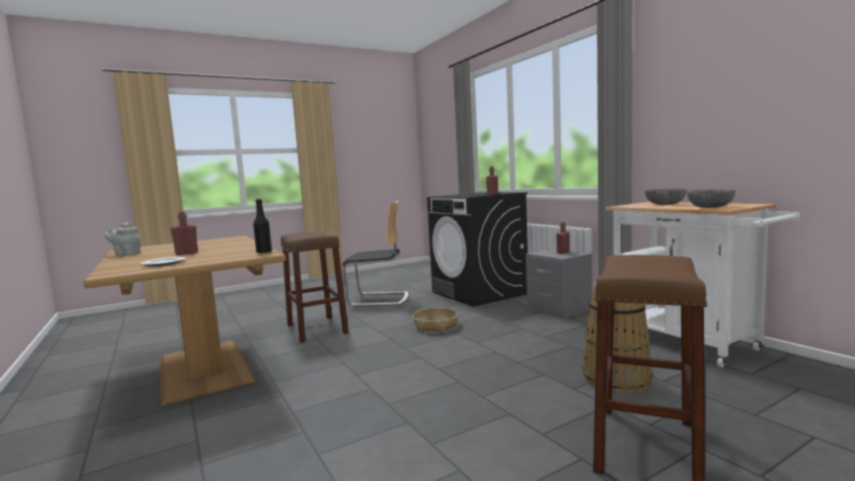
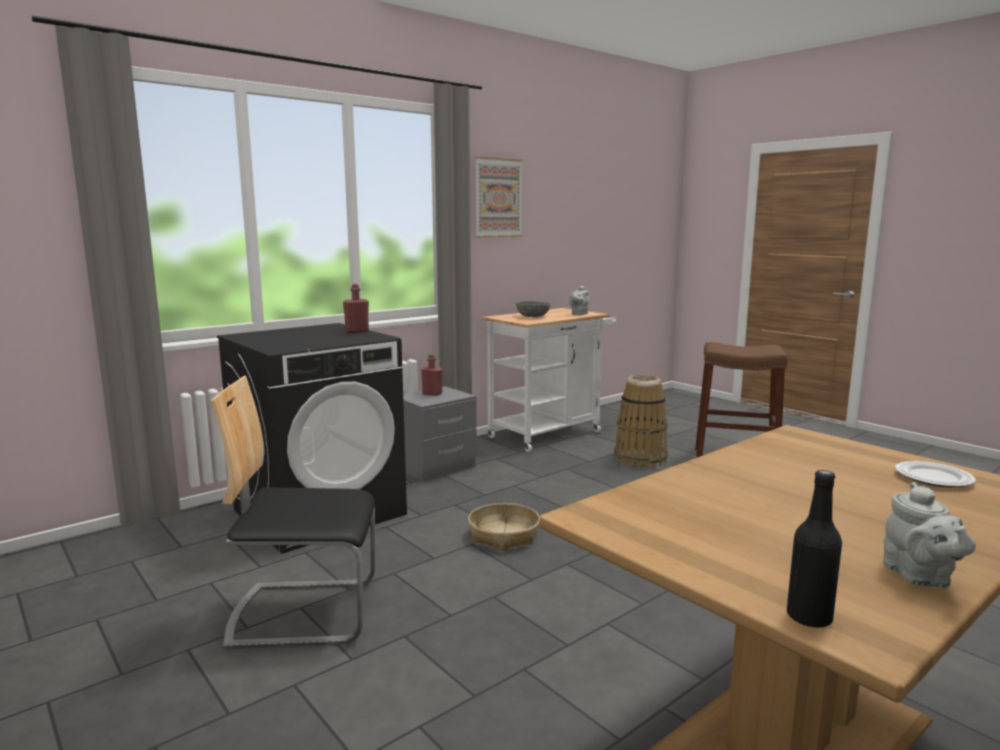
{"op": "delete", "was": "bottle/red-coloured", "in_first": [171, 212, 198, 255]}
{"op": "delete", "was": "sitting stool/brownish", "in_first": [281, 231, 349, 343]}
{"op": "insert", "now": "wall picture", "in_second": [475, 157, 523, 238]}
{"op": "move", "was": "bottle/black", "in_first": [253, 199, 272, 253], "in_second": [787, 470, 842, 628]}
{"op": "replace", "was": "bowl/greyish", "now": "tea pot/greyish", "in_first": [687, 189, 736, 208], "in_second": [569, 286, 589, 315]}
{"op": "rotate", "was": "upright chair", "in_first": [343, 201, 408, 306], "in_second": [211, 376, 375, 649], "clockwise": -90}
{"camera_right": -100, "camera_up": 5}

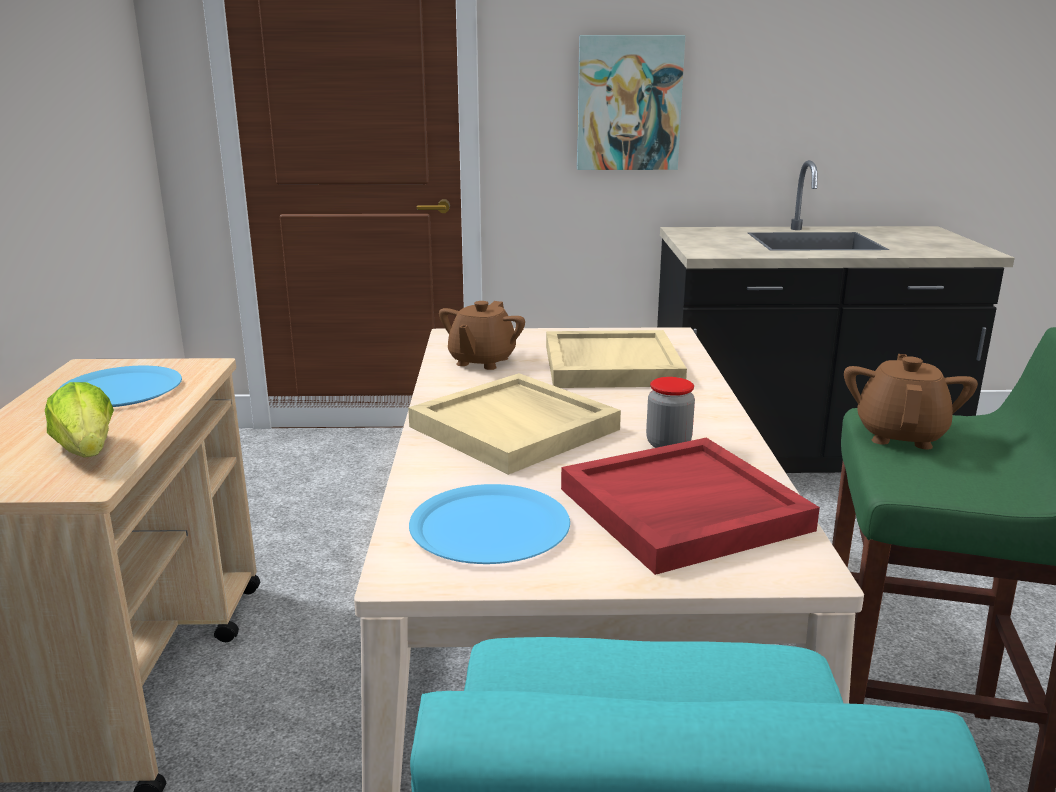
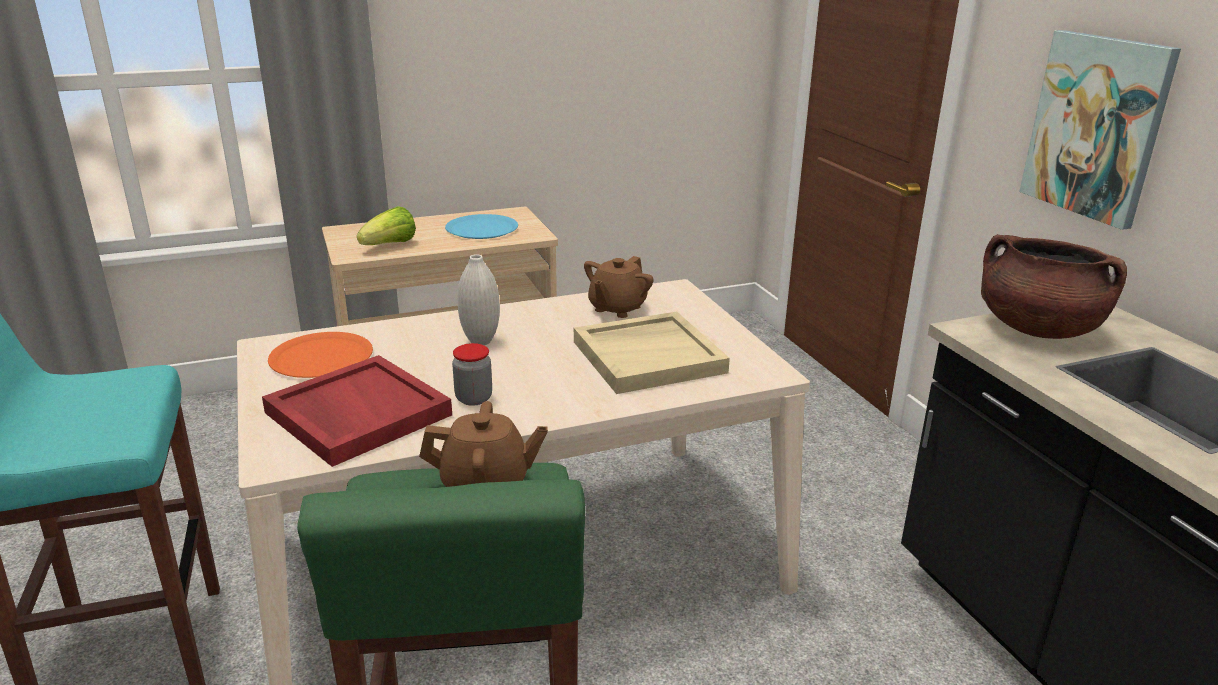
{"op": "insert", "now": "stockpot/brownish", "in_second": [981, 234, 1127, 339]}
{"op": "replace", "was": "tray/beige", "now": "flower vase/whitish", "in_first": [408, 373, 621, 475], "in_second": [457, 254, 500, 345]}
{"op": "recolor", "was": "plate/blue-coloured", "now": "plate/orangey", "in_first": [409, 484, 570, 564], "in_second": [268, 332, 373, 378]}
{"op": "rotate", "was": "tea pot/brownish", "in_first": [439, 301, 525, 370], "in_second": [584, 256, 654, 318], "clockwise": -60}
{"camera_right": 70, "camera_up": 5}

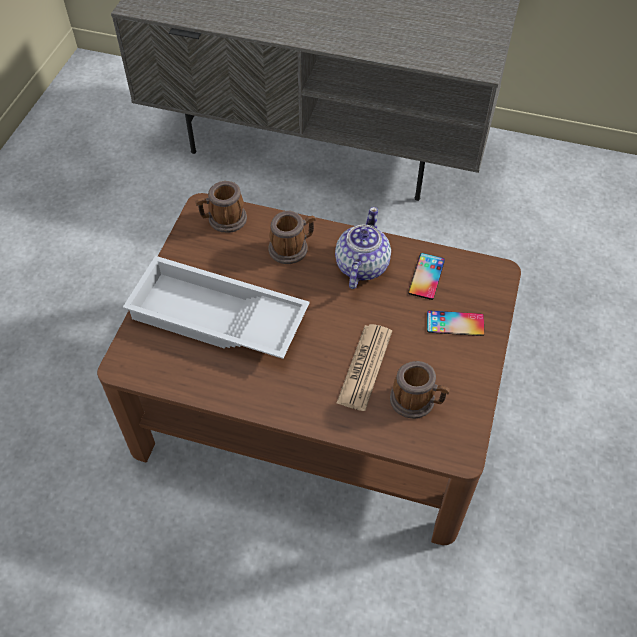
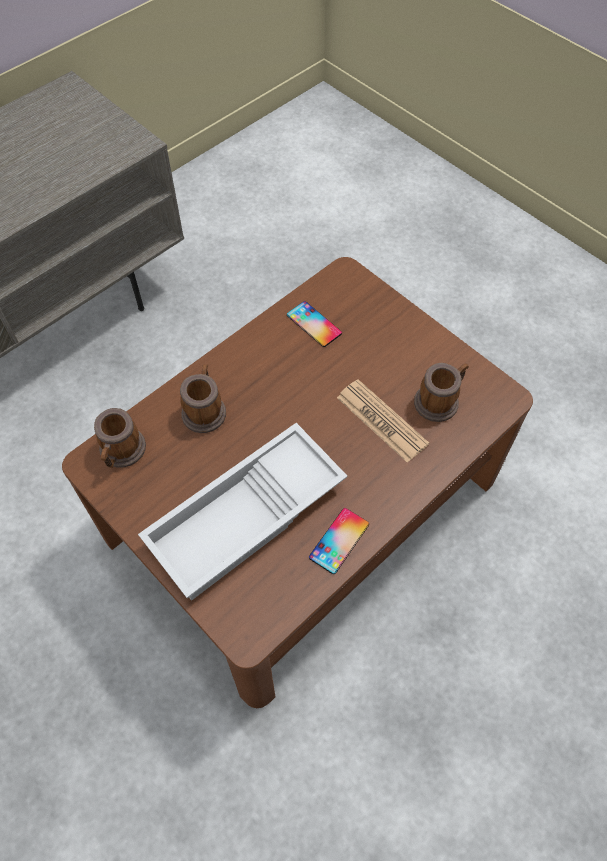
{"op": "delete", "was": "tea pot", "in_first": [335, 207, 391, 289]}
{"op": "move", "was": "handset", "in_first": [427, 311, 485, 336], "in_second": [309, 508, 369, 574]}
{"camera_right": -60, "camera_up": 5}

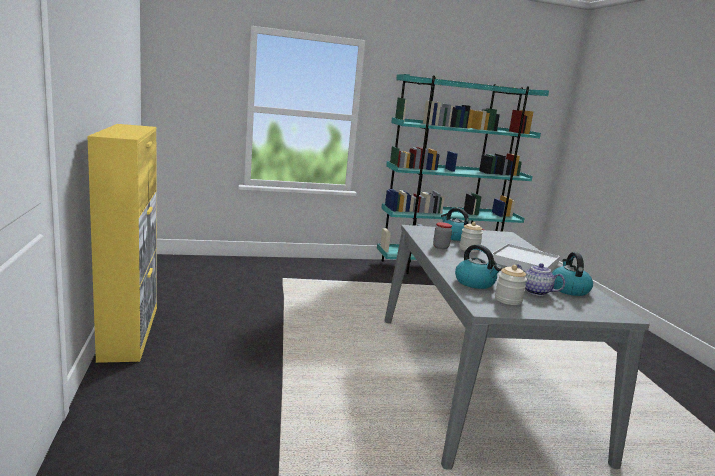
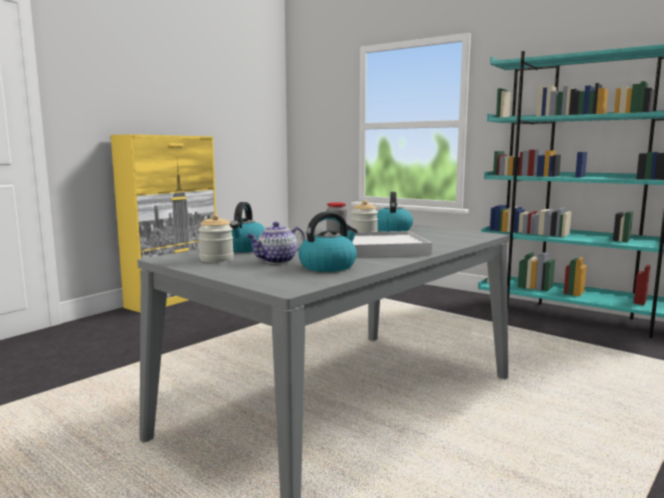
{"op": "rotate", "was": "tea pot", "in_first": [517, 263, 565, 296], "in_second": [247, 222, 305, 264], "clockwise": -120}
{"camera_right": 50, "camera_up": -5}

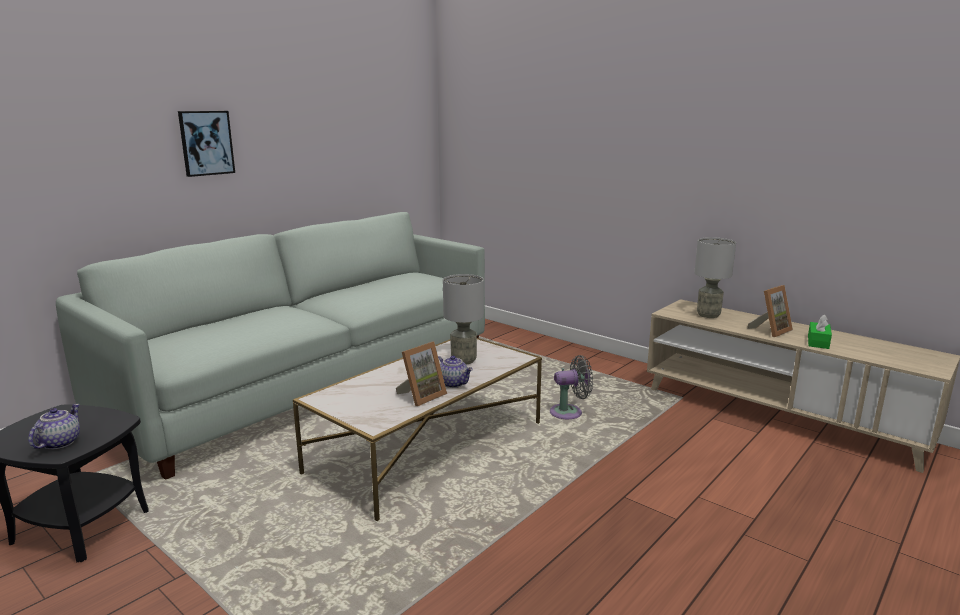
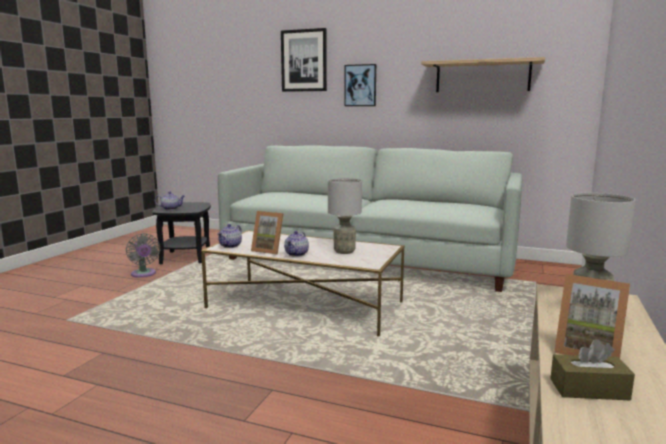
{"op": "insert", "now": "tea pot", "in_second": [217, 224, 242, 248]}
{"op": "insert", "now": "wall picture", "in_second": [281, 28, 327, 92]}
{"op": "insert", "now": "shelf", "in_second": [421, 57, 545, 92]}
{"op": "move", "was": "electric fan/greyish", "in_first": [550, 355, 593, 419], "in_second": [126, 233, 160, 278]}
{"op": "recolor", "was": "tissue holder/greenish", "now": "tissue holder/brownish", "in_first": [808, 314, 832, 349], "in_second": [550, 339, 635, 400]}
{"camera_right": 70, "camera_up": -5}

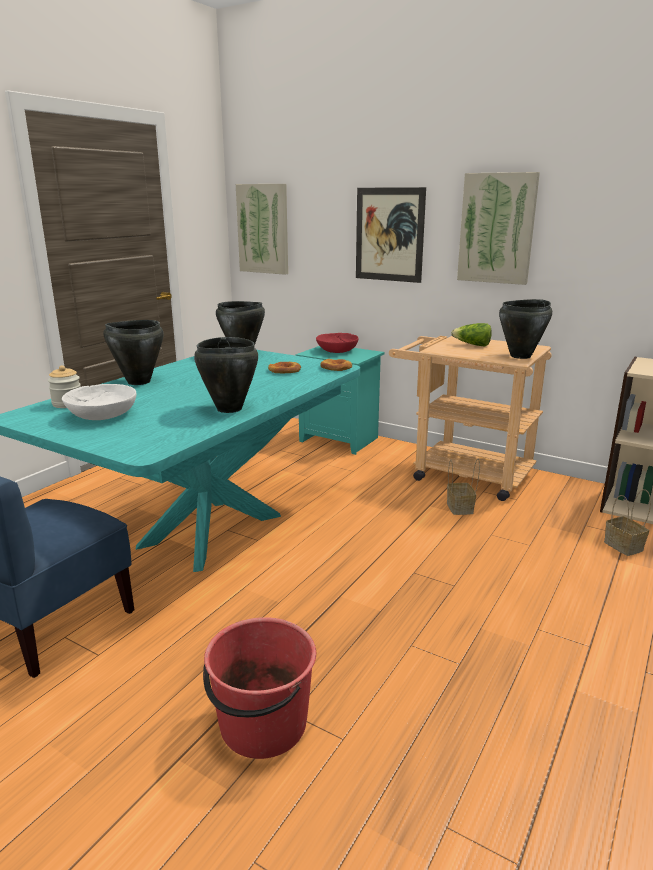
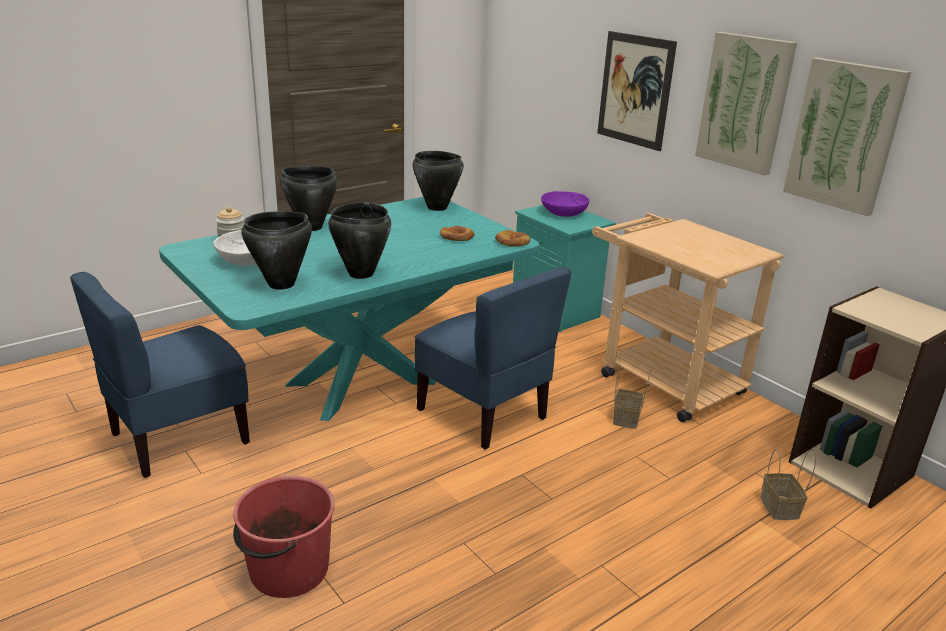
{"op": "delete", "was": "lettuce head", "in_first": [451, 323, 492, 347]}
{"op": "insert", "now": "upright chair/blue-coloured", "in_second": [414, 267, 571, 450]}
{"op": "move", "was": "wall picture", "in_first": [236, 184, 288, 275], "in_second": [783, 58, 911, 216]}
{"op": "move", "was": "stockpot/black", "in_first": [499, 299, 552, 359], "in_second": [242, 211, 312, 290]}
{"op": "recolor", "was": "bowl/red-coloured", "now": "bowl/purplish", "in_first": [316, 333, 359, 353], "in_second": [541, 191, 589, 217]}
{"camera_right": 20, "camera_up": 5}

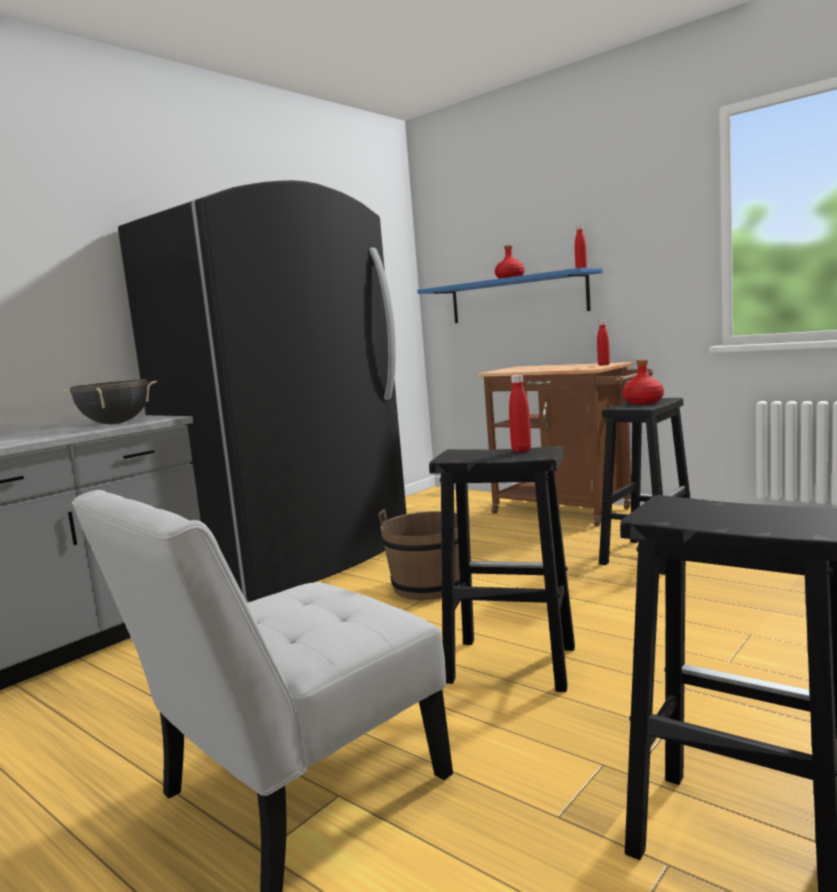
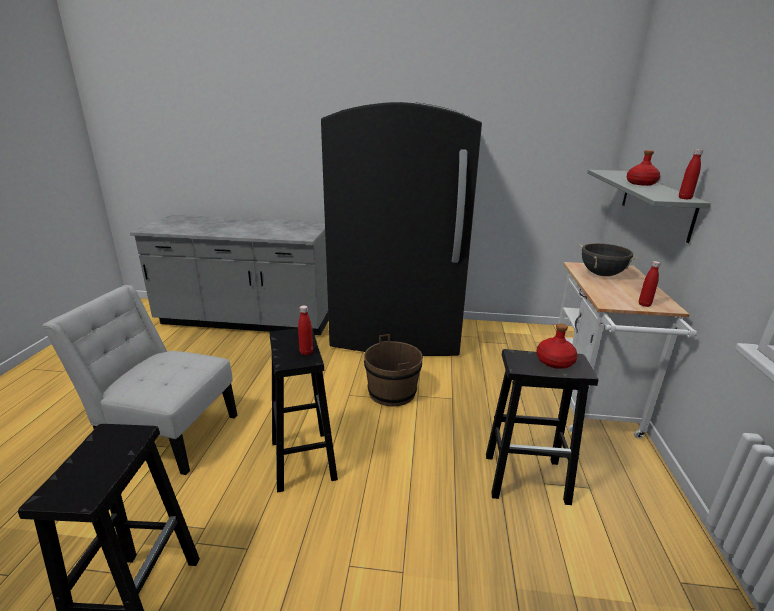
{"op": "move", "was": "stockpot/black", "in_first": [62, 379, 157, 424], "in_second": [579, 243, 638, 276]}
{"op": "recolor", "was": "shelf/blue-coloured", "now": "shelf/greyish", "in_first": [417, 268, 603, 323], "in_second": [587, 170, 711, 243]}
{"op": "recolor", "was": "trolley/brownish", "now": "trolley/whitish", "in_first": [476, 362, 653, 527], "in_second": [558, 262, 697, 439]}
{"camera_right": 55, "camera_up": 15}

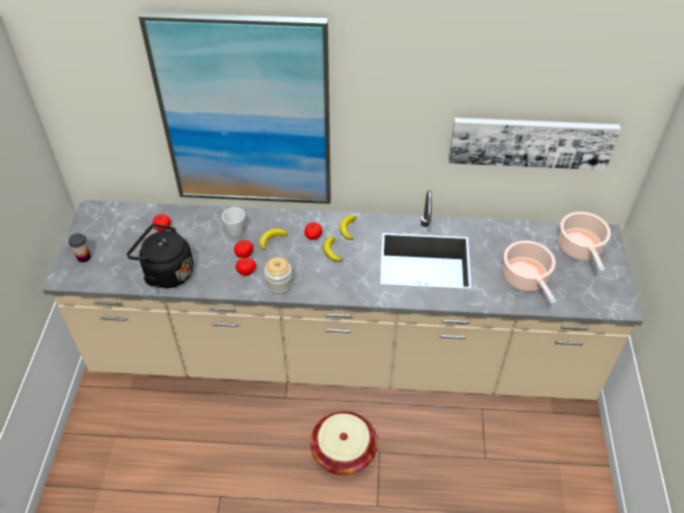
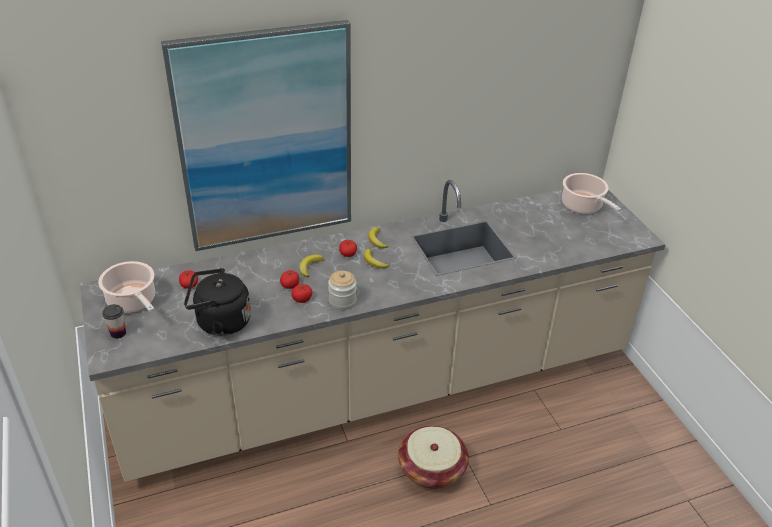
{"op": "delete", "was": "drinking cup", "in_first": [222, 207, 245, 237]}
{"op": "delete", "was": "wall picture", "in_first": [449, 118, 621, 170]}
{"op": "move", "was": "stockpot", "in_first": [503, 240, 556, 304], "in_second": [98, 261, 155, 313]}
{"camera_right": -25, "camera_up": -10}

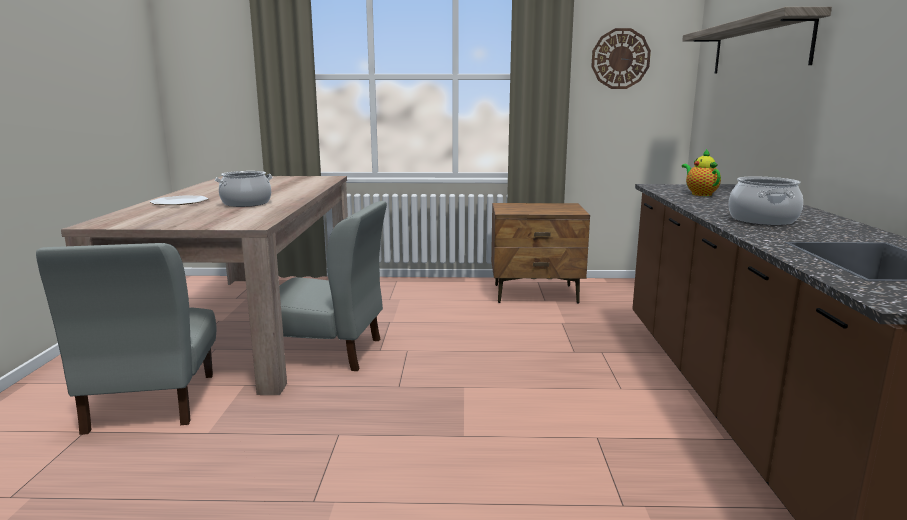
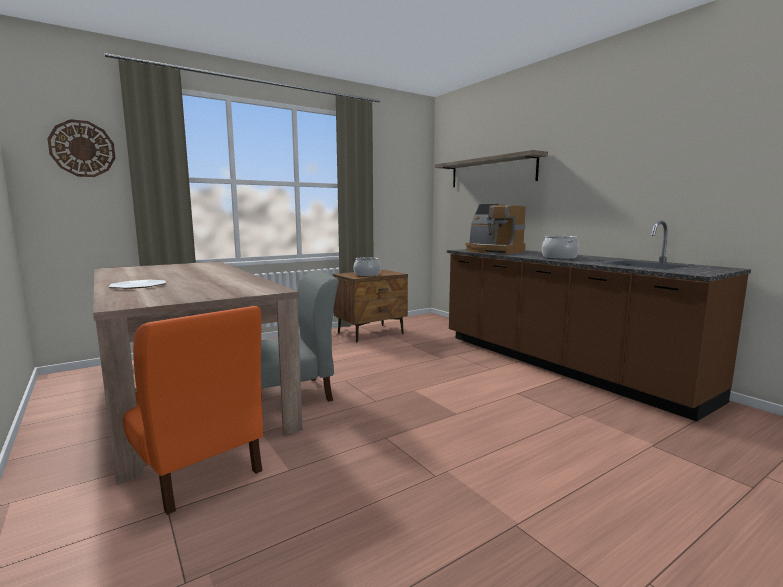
{"op": "move", "was": "stockpot", "in_first": [215, 171, 273, 207], "in_second": [353, 257, 381, 276]}
{"op": "move", "was": "clock on the wall", "in_first": [591, 28, 651, 89], "in_second": [47, 119, 115, 177]}
{"op": "replace", "was": "tea pot", "now": "coffee brewer", "in_first": [682, 149, 721, 196], "in_second": [465, 204, 526, 255]}
{"op": "recolor", "was": "upright chair/greyish", "now": "upright chair/orangey", "in_first": [36, 243, 217, 435], "in_second": [123, 306, 263, 515]}
{"camera_right": -35, "camera_up": -5}

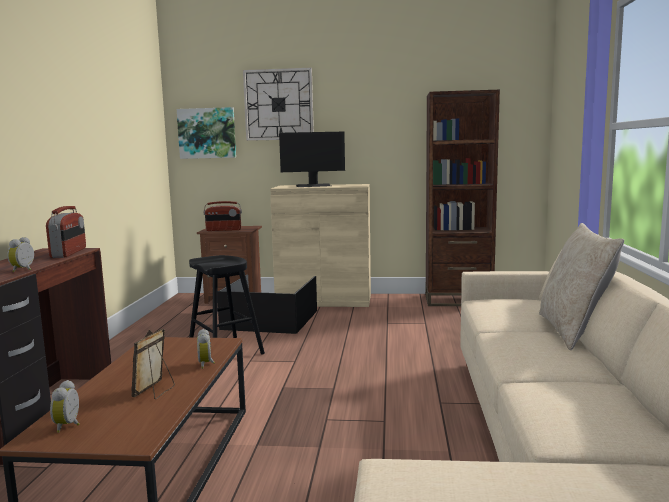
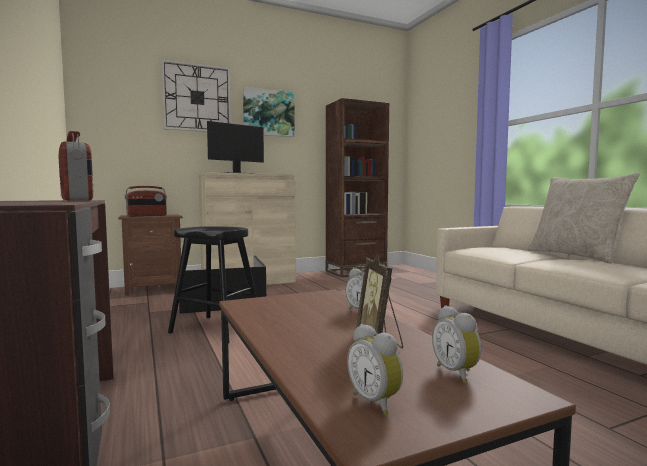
{"op": "move", "was": "table clock", "in_first": [7, 237, 34, 272], "in_second": [432, 306, 481, 383]}
{"op": "move", "was": "wall picture", "in_first": [177, 107, 236, 159], "in_second": [243, 87, 295, 137]}
{"camera_right": -30, "camera_up": -5}

